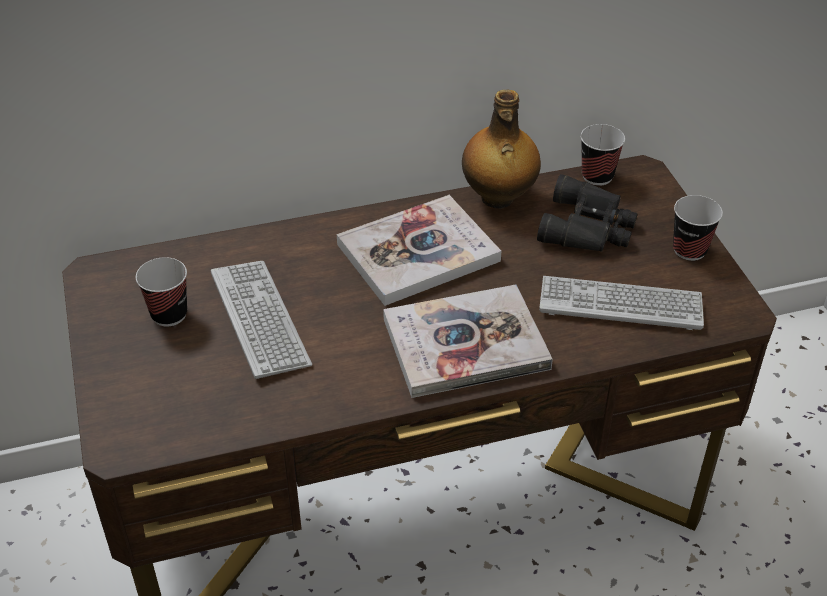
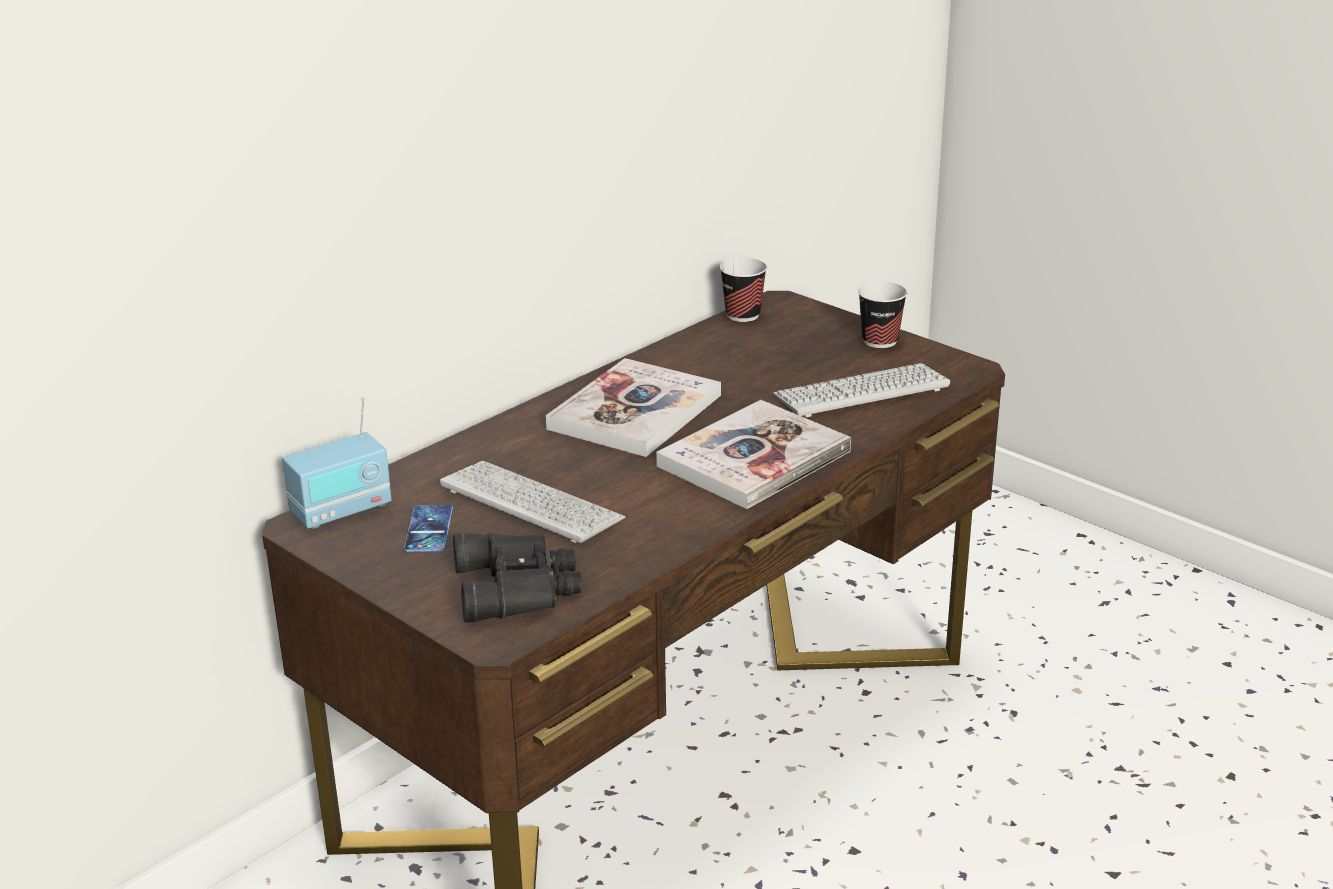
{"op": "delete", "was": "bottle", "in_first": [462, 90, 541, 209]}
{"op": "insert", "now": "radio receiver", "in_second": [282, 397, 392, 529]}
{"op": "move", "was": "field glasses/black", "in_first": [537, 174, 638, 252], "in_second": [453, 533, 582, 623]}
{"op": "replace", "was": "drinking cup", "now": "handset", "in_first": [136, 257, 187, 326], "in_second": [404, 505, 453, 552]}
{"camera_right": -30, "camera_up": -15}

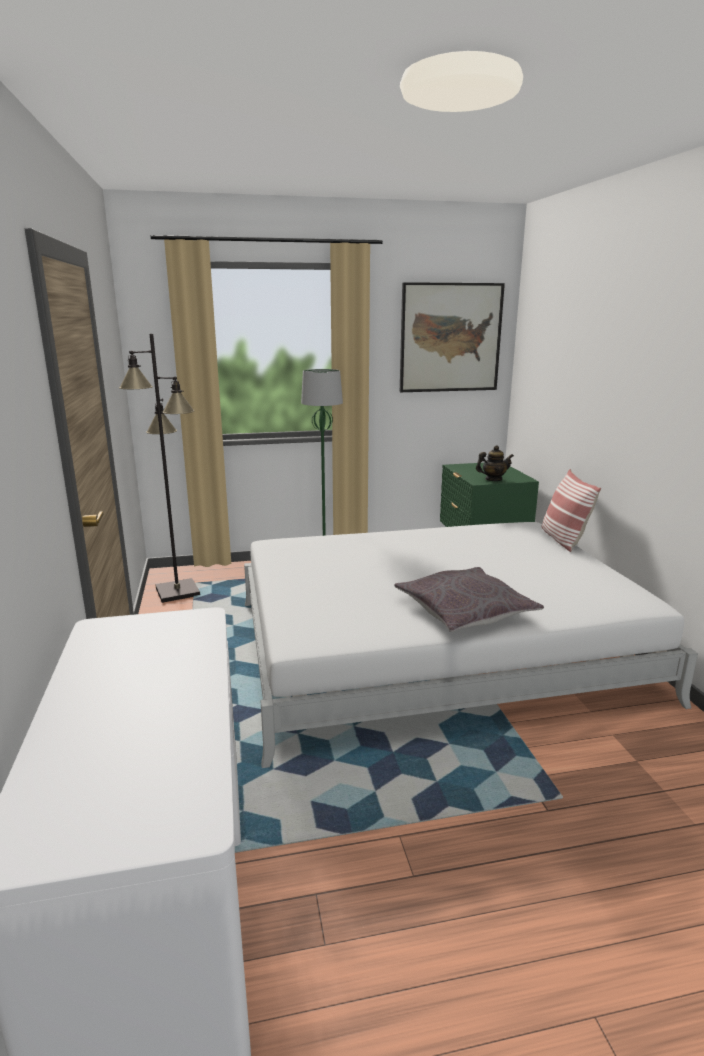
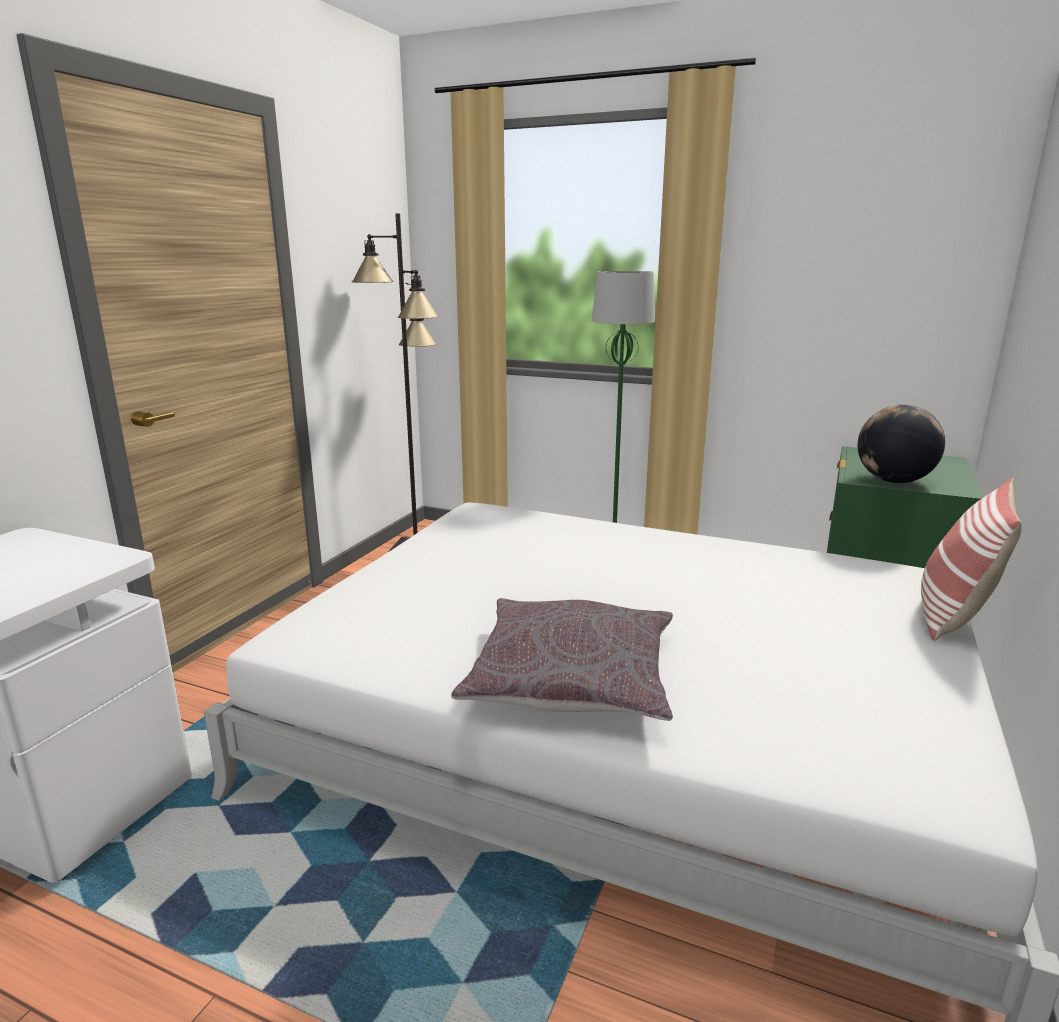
{"op": "delete", "was": "wall picture", "in_first": [400, 282, 505, 392]}
{"op": "replace", "was": "tea pot", "now": "desk globe", "in_first": [476, 445, 514, 481], "in_second": [858, 405, 945, 483]}
{"camera_right": 35, "camera_up": 0}

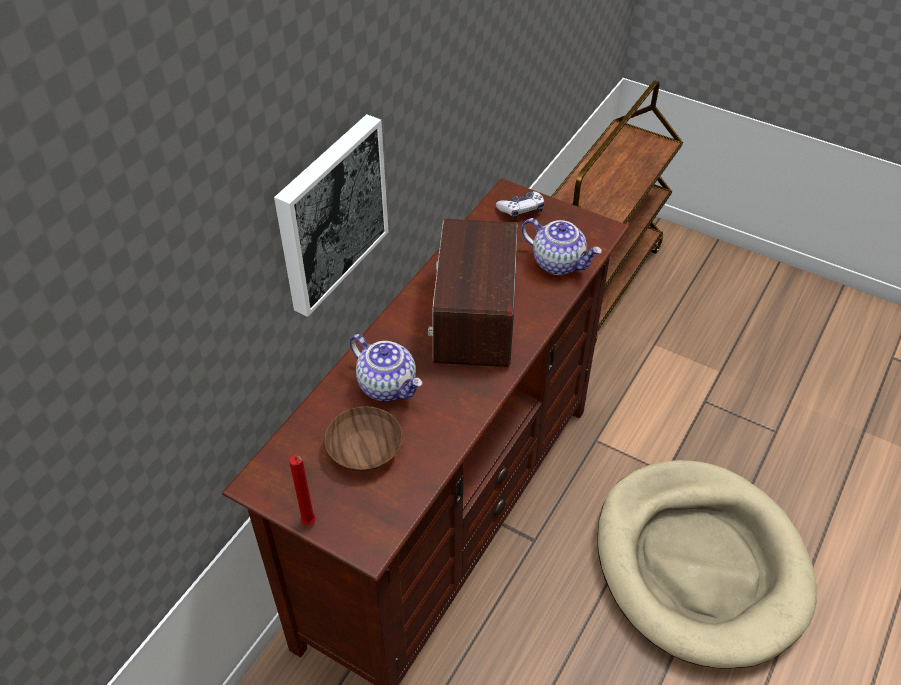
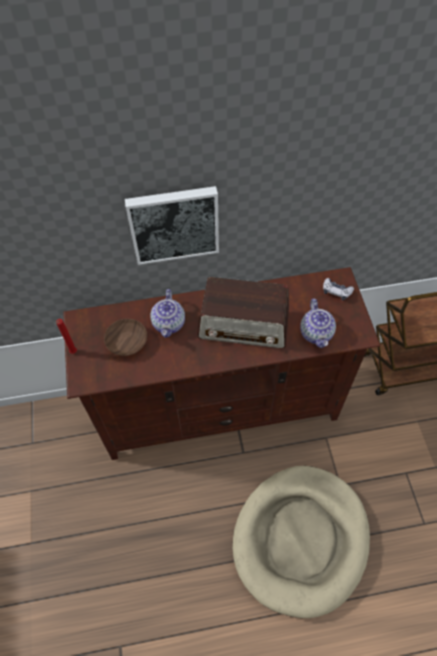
{"op": "rotate", "was": "radio receiver", "in_first": [428, 219, 518, 367], "in_second": [198, 277, 289, 348], "clockwise": -135}
{"camera_right": 50, "camera_up": 10}

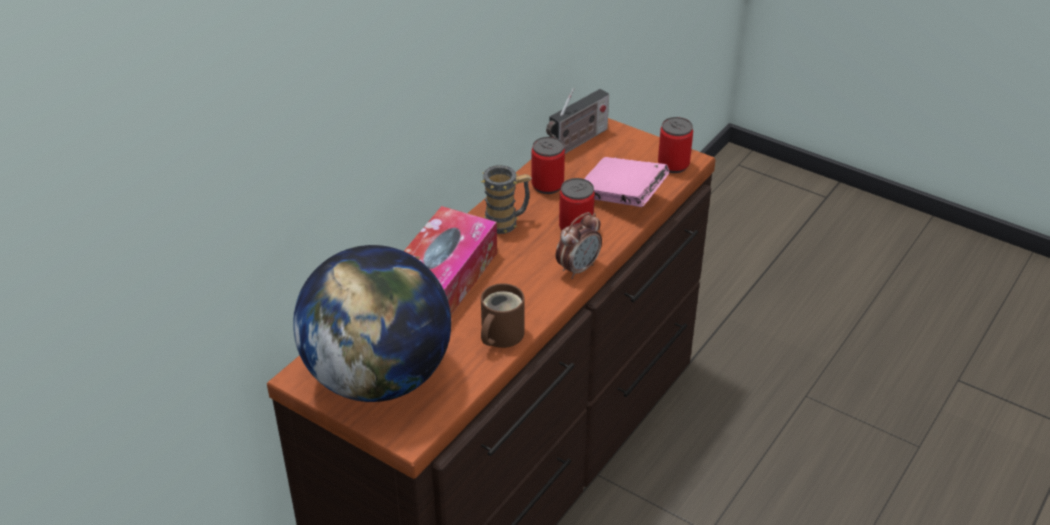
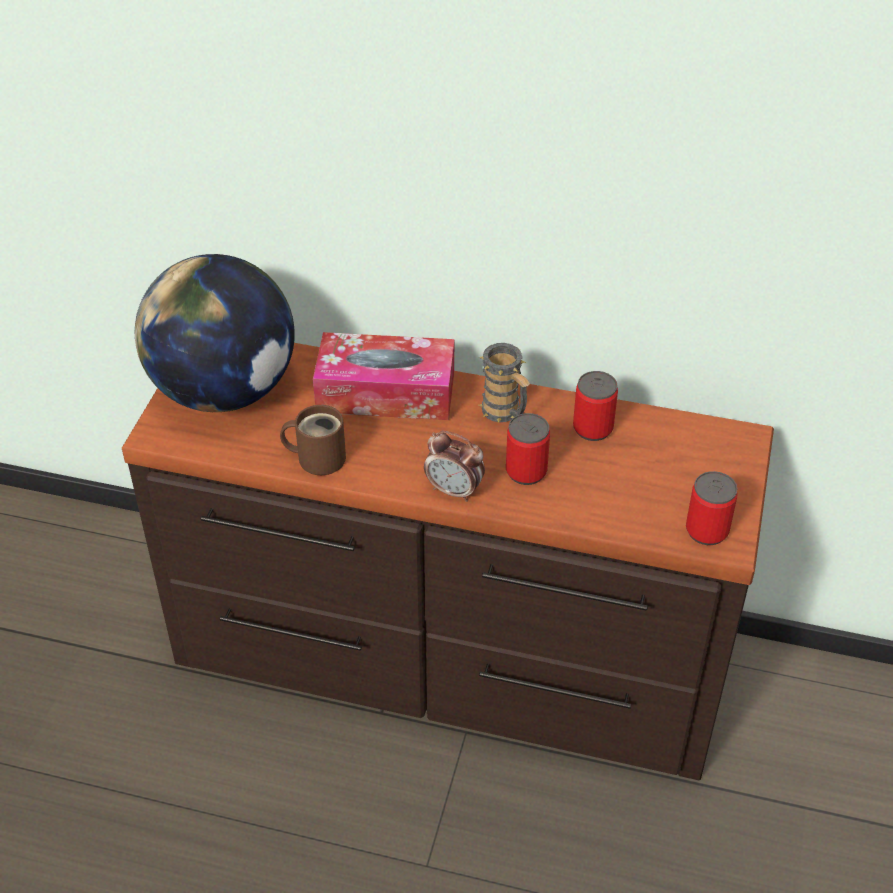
{"op": "delete", "was": "radio receiver", "in_first": [546, 88, 609, 154]}
{"op": "delete", "was": "volume/pink", "in_first": [584, 157, 669, 207]}
{"camera_right": 70, "camera_up": 5}

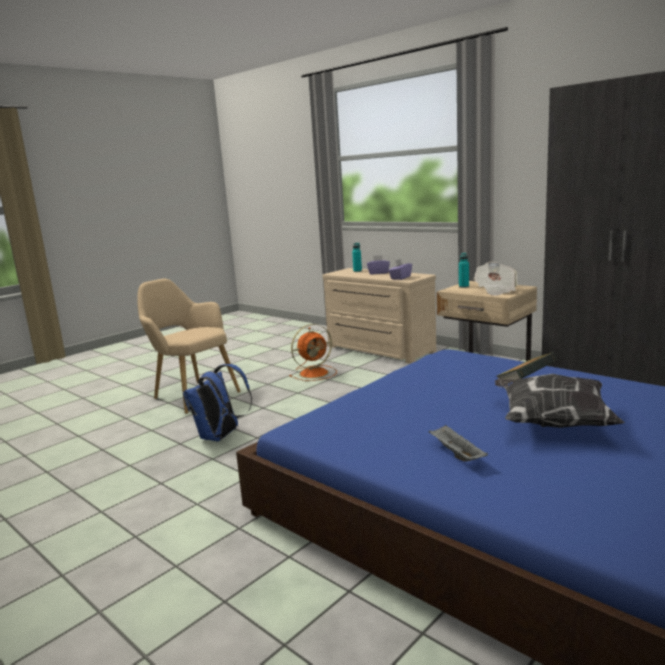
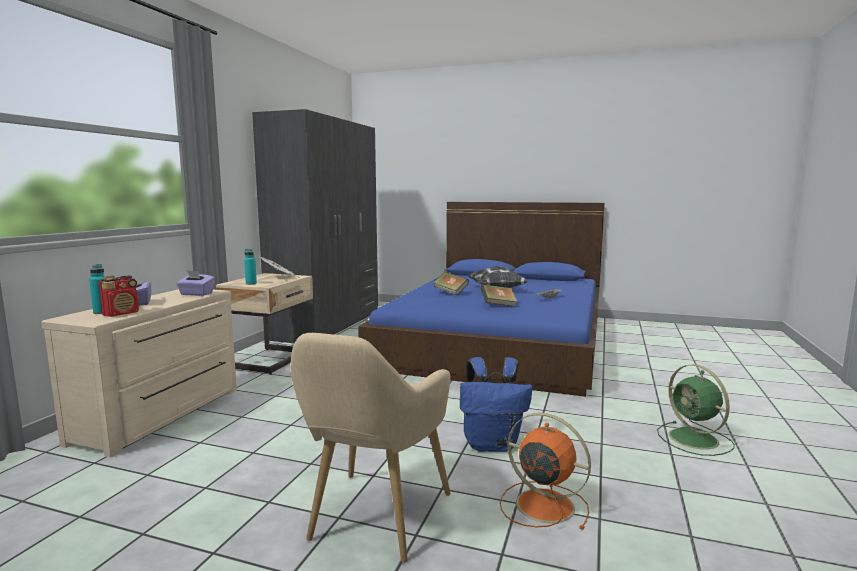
{"op": "insert", "now": "radio receiver", "in_second": [99, 275, 139, 317]}
{"op": "insert", "now": "volume", "in_second": [480, 284, 518, 307]}
{"op": "insert", "now": "electric fan/greenish", "in_second": [657, 364, 735, 456]}
{"op": "move", "was": "electric fan/orangey", "in_first": [289, 324, 337, 381], "in_second": [500, 413, 591, 530]}
{"camera_right": -115, "camera_up": -5}

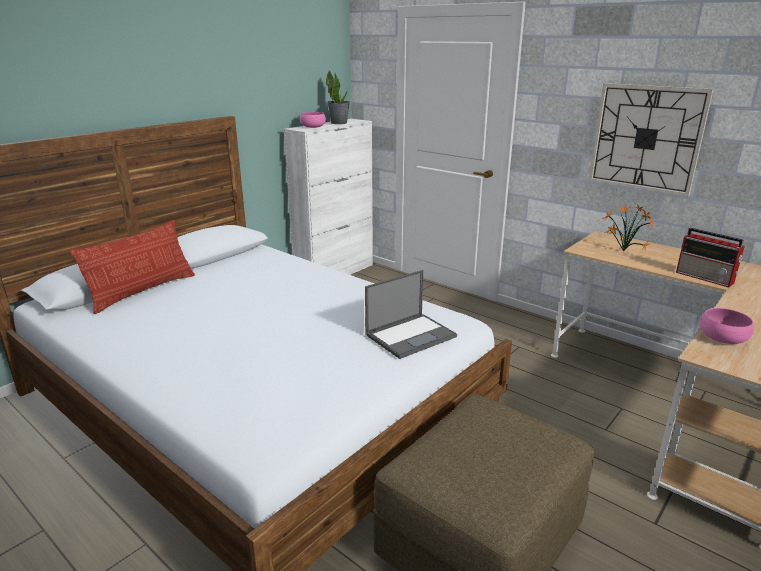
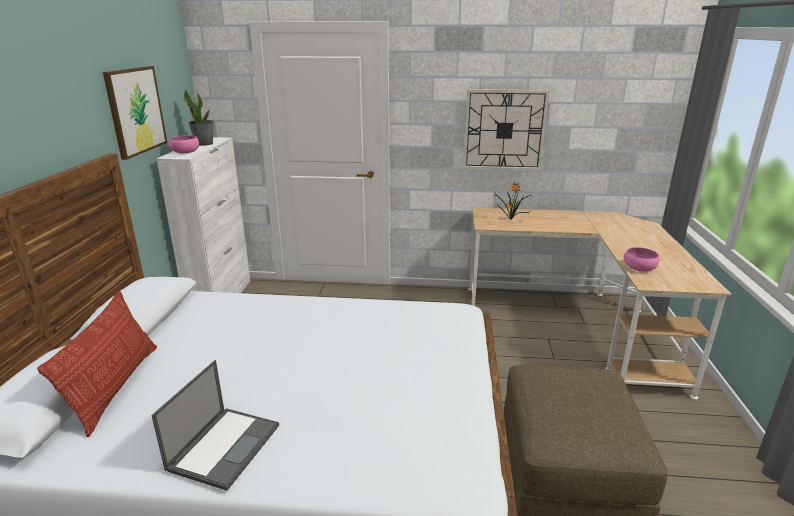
{"op": "delete", "was": "radio receiver", "in_first": [676, 228, 745, 287]}
{"op": "insert", "now": "wall picture", "in_second": [103, 66, 167, 160]}
{"op": "move", "was": "laptop", "in_first": [365, 270, 457, 359], "in_second": [151, 360, 279, 491]}
{"camera_right": -35, "camera_up": 0}

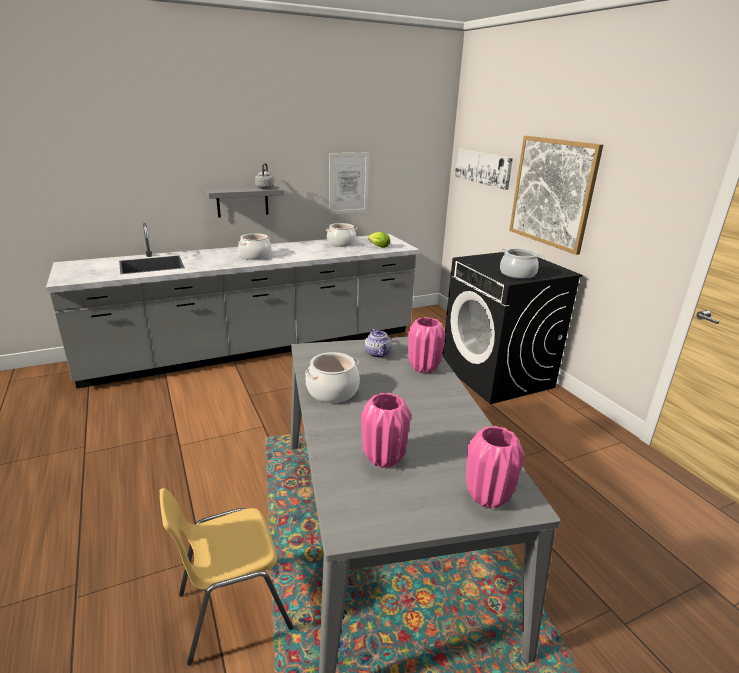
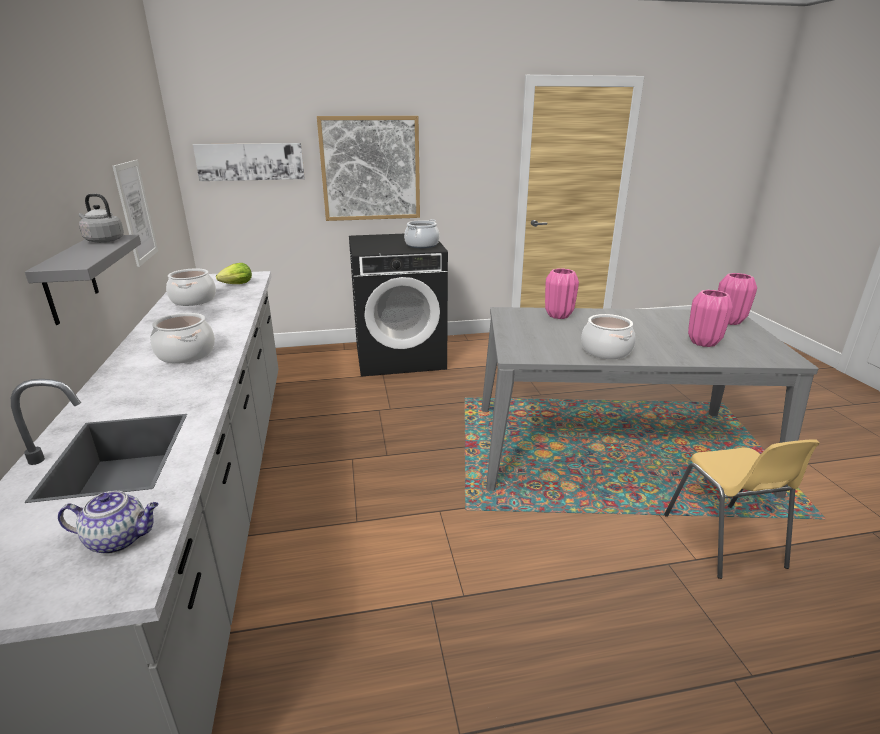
{"op": "move", "was": "tea pot", "in_first": [365, 328, 392, 358], "in_second": [58, 491, 159, 554]}
{"camera_right": -75, "camera_up": 0}

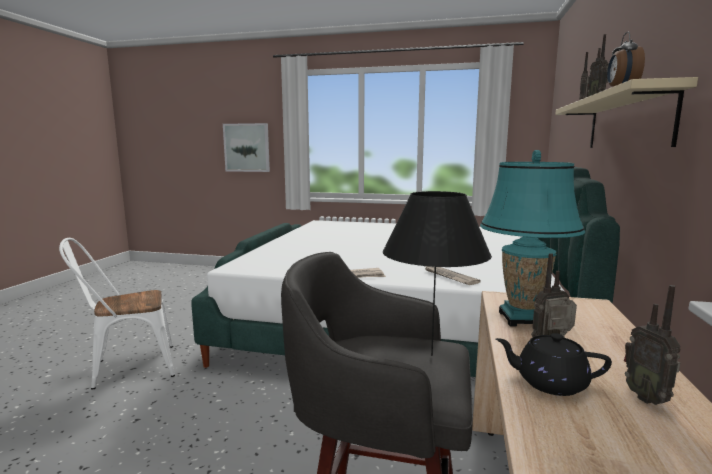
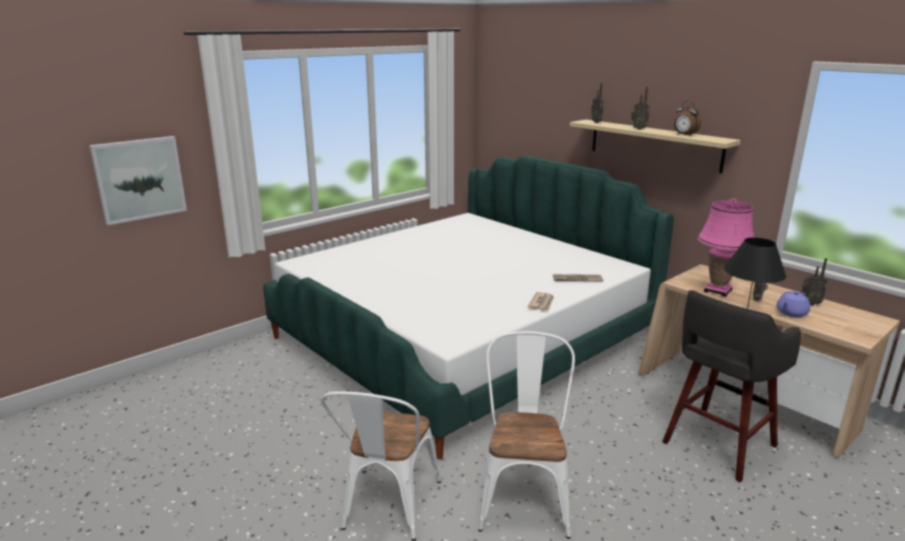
{"op": "insert", "now": "upright chair/whitish", "in_second": [478, 331, 575, 539]}
{"op": "recolor", "was": "tabletop lamp/turquoise", "now": "tabletop lamp/pink", "in_first": [480, 150, 585, 327], "in_second": [697, 199, 754, 297]}
{"op": "recolor", "was": "tea pot/black", "now": "tea pot/purplish", "in_first": [496, 333, 612, 396], "in_second": [777, 291, 810, 317]}
{"camera_right": -55, "camera_up": 10}

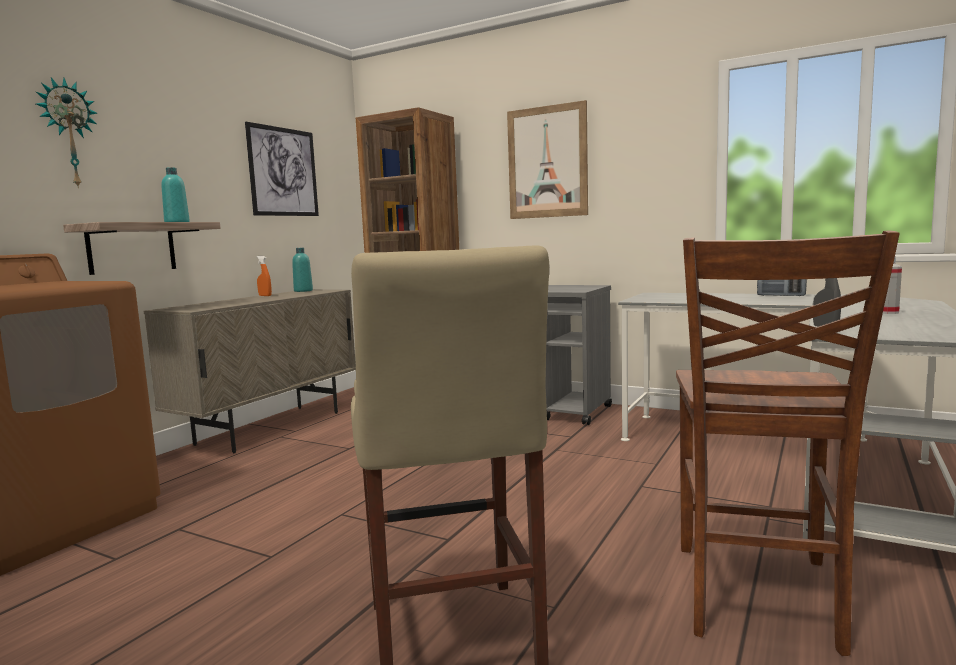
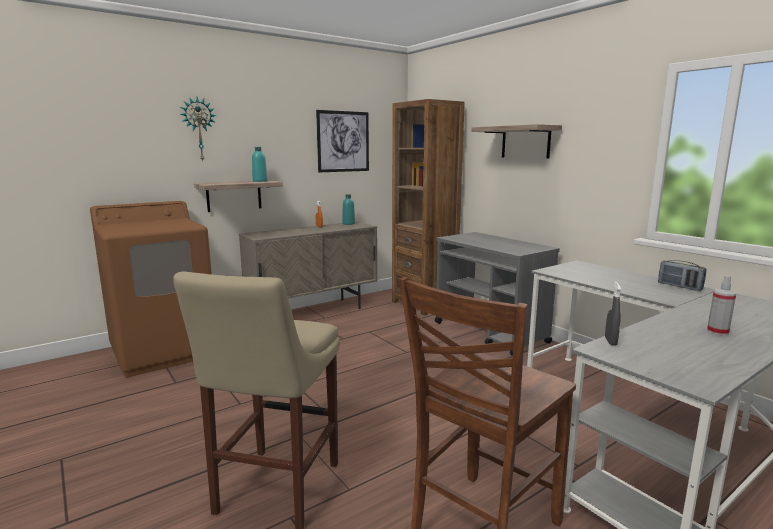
{"op": "replace", "was": "wall picture", "now": "shelf", "in_first": [507, 100, 588, 219], "in_second": [471, 124, 562, 159]}
{"camera_right": 25, "camera_up": 5}

